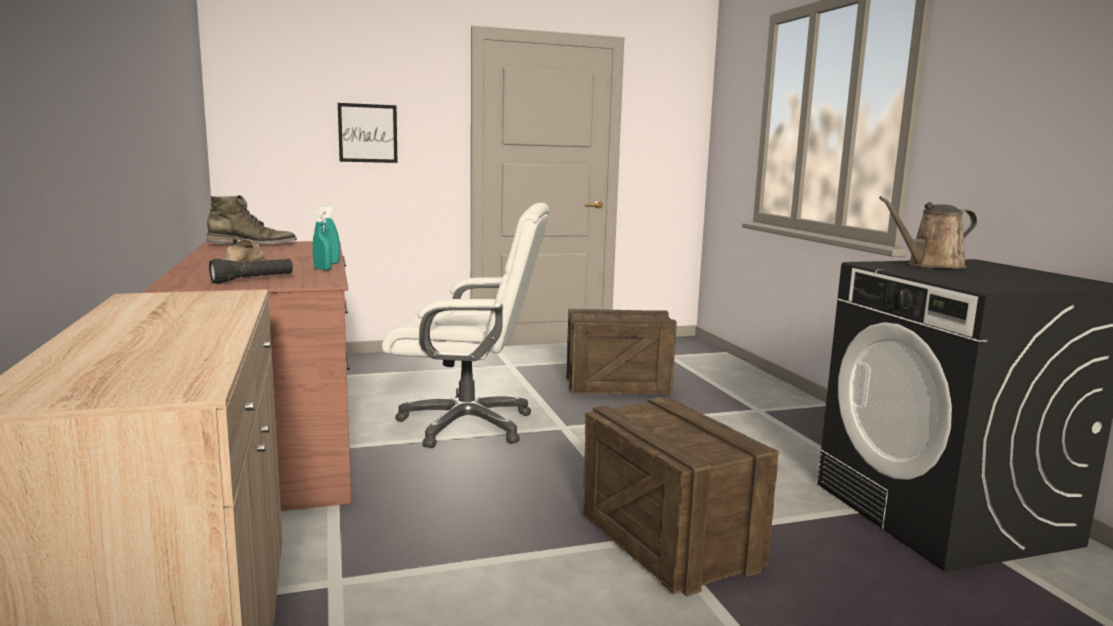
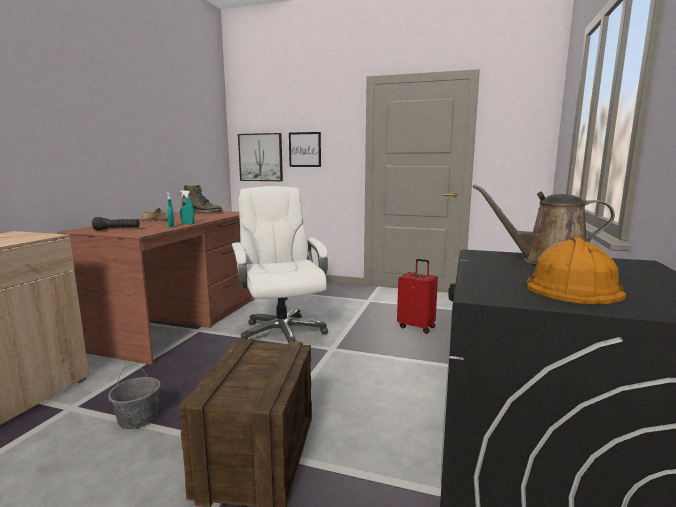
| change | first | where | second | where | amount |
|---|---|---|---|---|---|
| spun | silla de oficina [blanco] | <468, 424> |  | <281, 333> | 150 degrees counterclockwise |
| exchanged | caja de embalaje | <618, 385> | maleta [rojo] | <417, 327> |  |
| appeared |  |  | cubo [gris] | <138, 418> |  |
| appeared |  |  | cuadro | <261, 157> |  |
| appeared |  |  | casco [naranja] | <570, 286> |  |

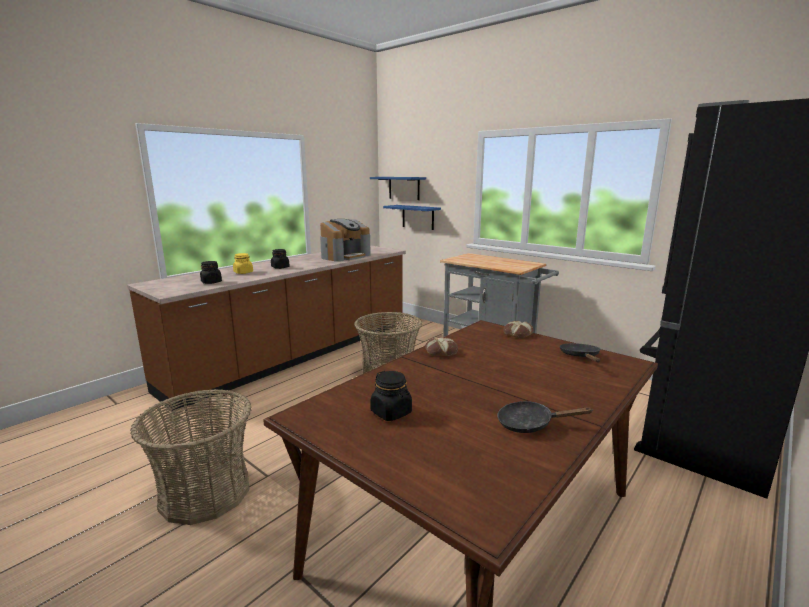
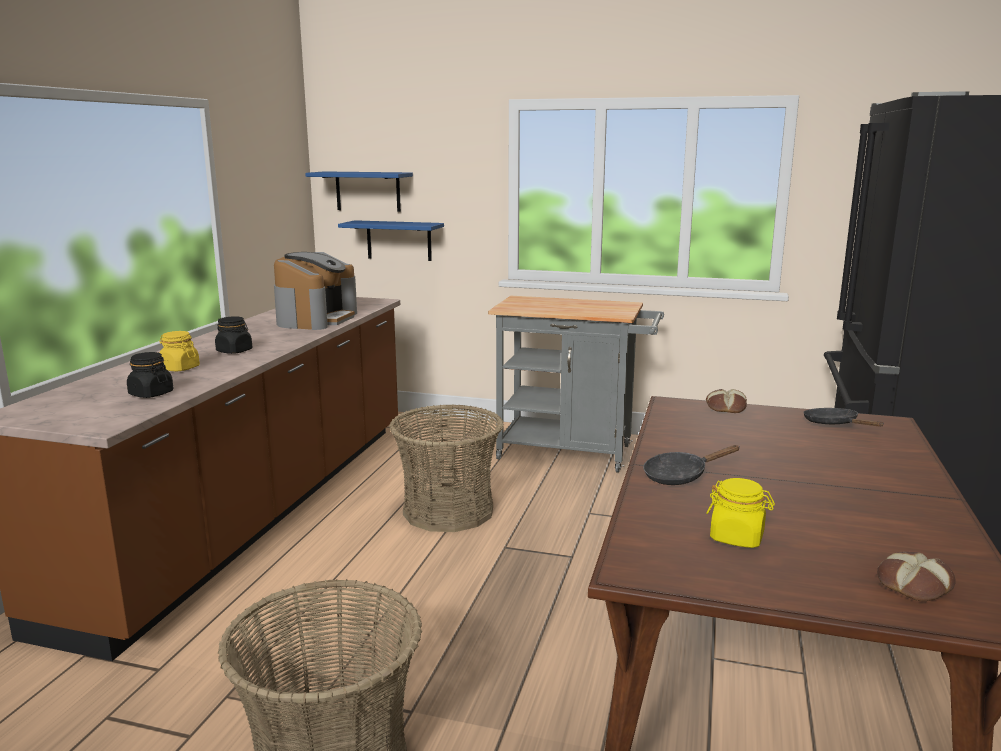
| change | first | where | second | where | amount |
|---|---|---|---|---|---|
| colour | tarro [negro] | <391, 412> | tarro [amarillo] | <737, 537> |  |
| relocated | pan | <441, 351> |  | <912, 584> |  |
| relocated | sartén [negro] | <530, 424> |  | <680, 476> |  |

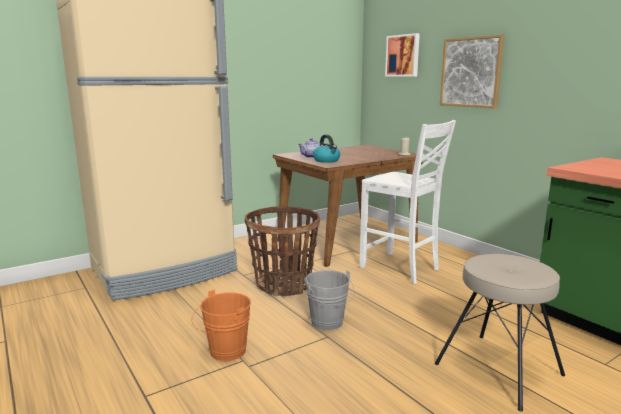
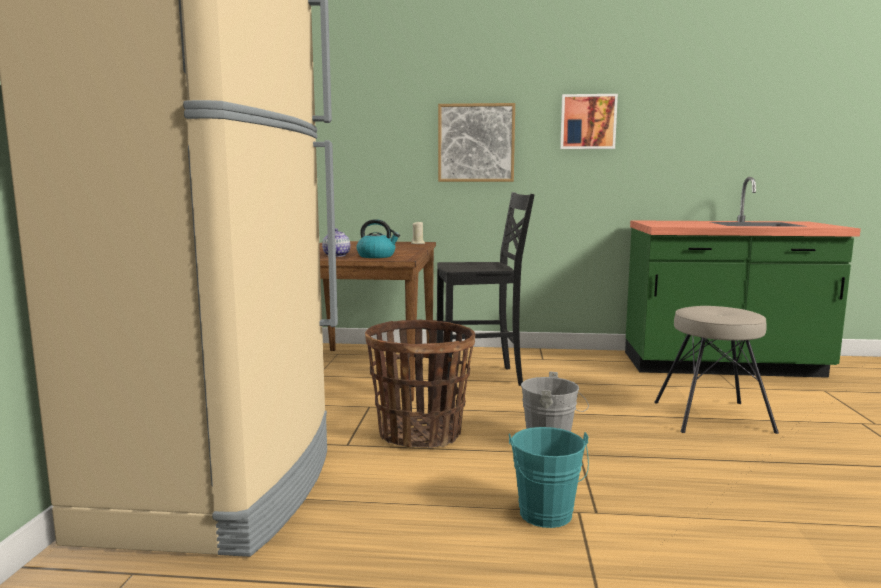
| change | first | where | second | where | amount |
|---|---|---|---|---|---|
| colour | cubo [naranja] | <224, 353> | cubo [turquesa] | <547, 517> |  |
| colour | silla [blanco] | <401, 268> | silla [negro] | <481, 378> |  |
| relocated | cuadro | <403, 55> |  | <588, 122> |  |

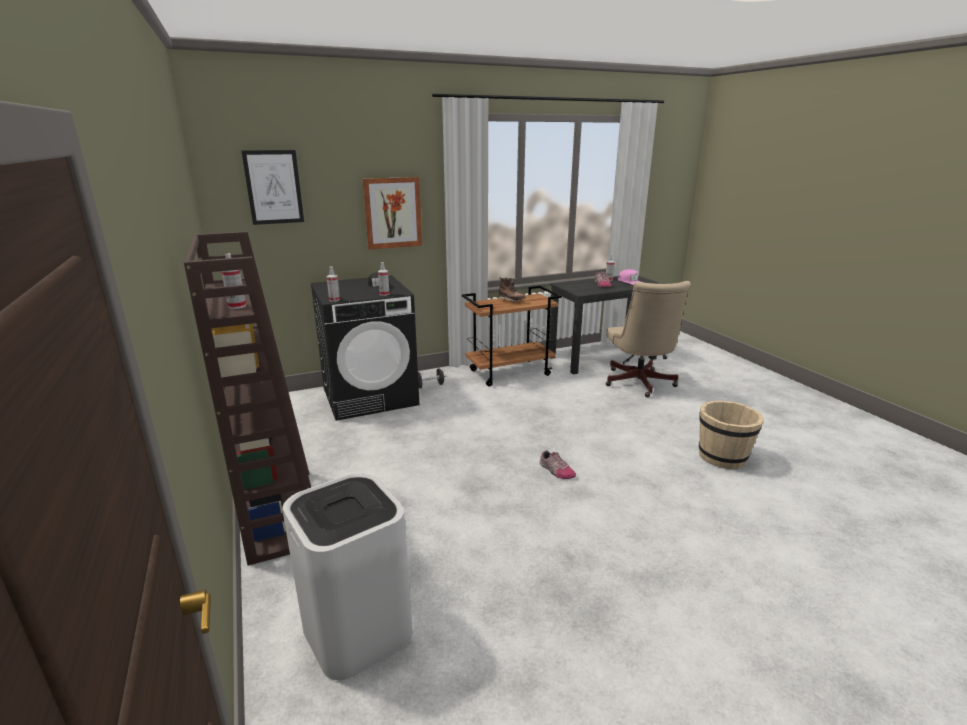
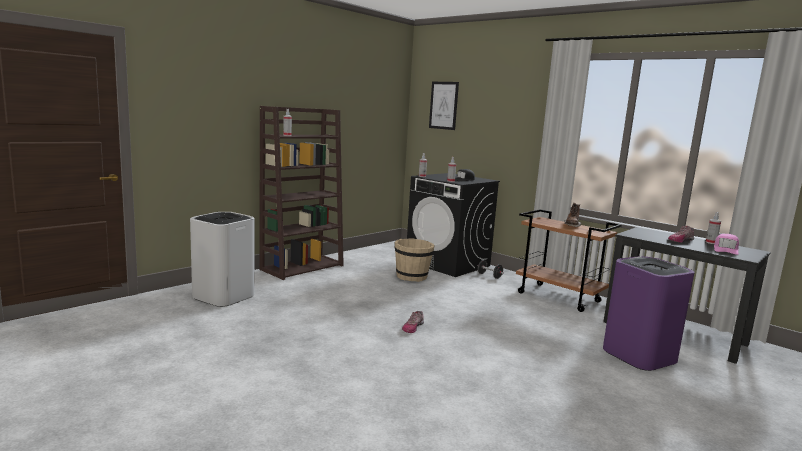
| change | first | where | second | where | amount |
|---|---|---|---|---|---|
| missing | cuadro | <393, 213> |  |  |  |
| exchanged | silla de oficina [beis] | <639, 384> | papelera [morado] | <638, 355> |  |
| relocated | cubo [beis] | <722, 457> |  | <412, 277> |  |

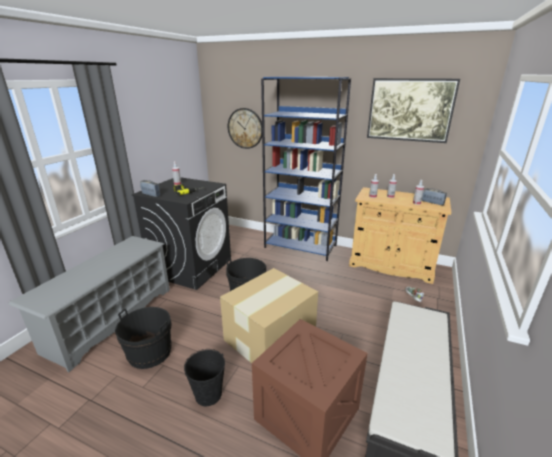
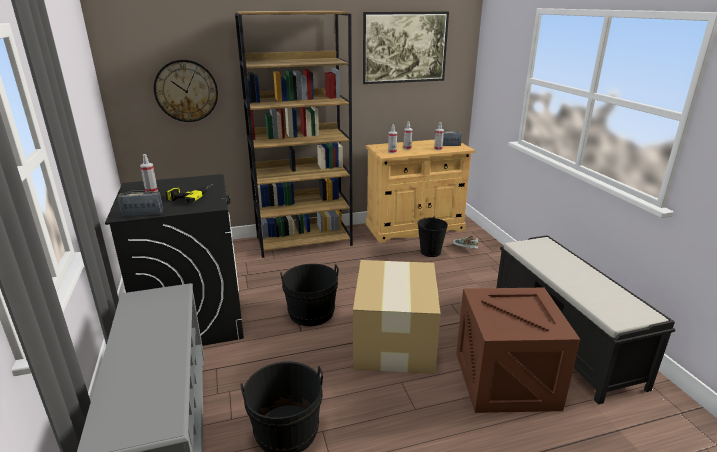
| change | first | where | second | where | amount |
|---|---|---|---|---|---|
| relocated | cubo [negro] | <208, 394> |  | <430, 252> |  |
| colour | estantería [azul] | <301, 246> | estantería [marrón] | <304, 241> |  |

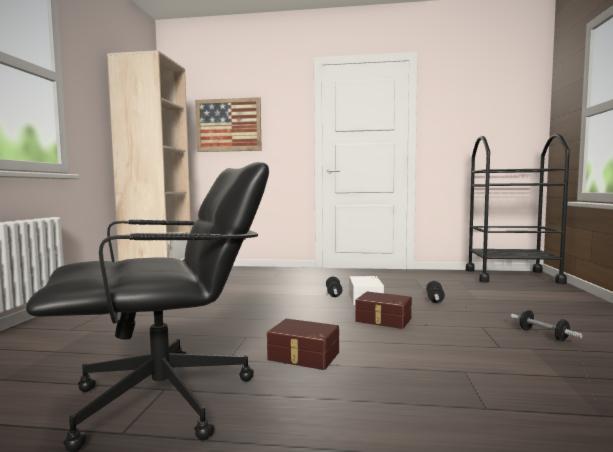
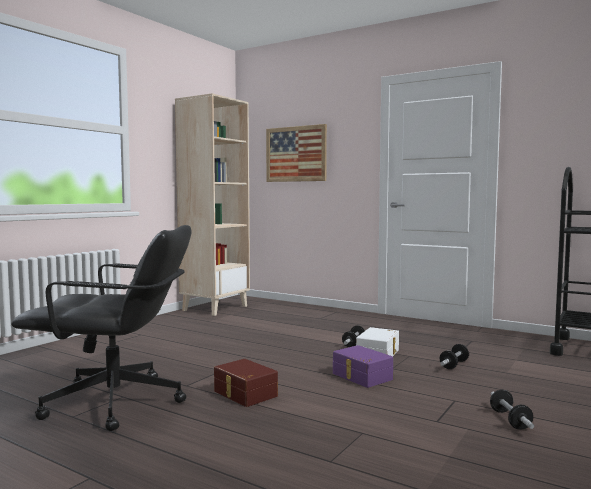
| change | first | where | second | where | amount |
|---|---|---|---|---|---|
| colour | caja de almacenaje [marrón] | <383, 320> | caja de almacenaje [morado] | <361, 377> |  |

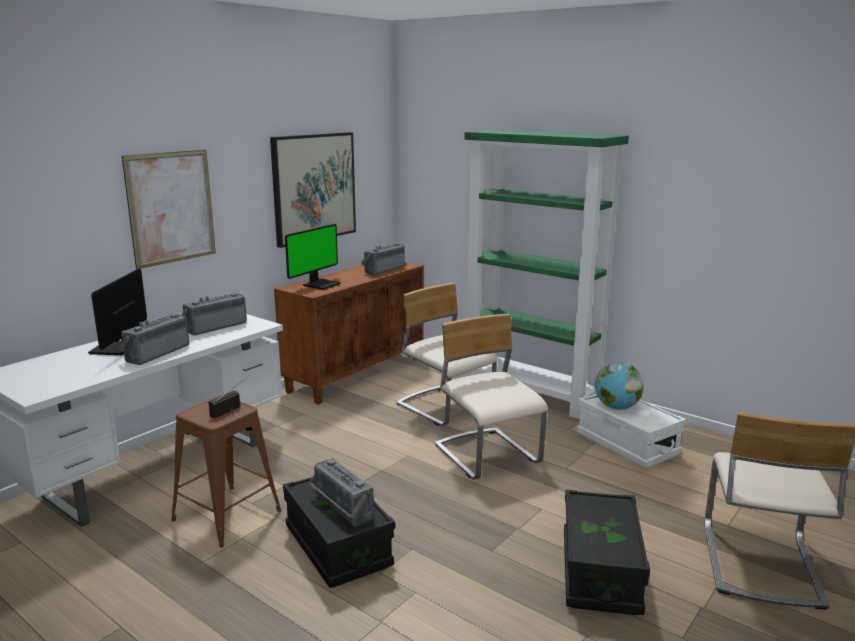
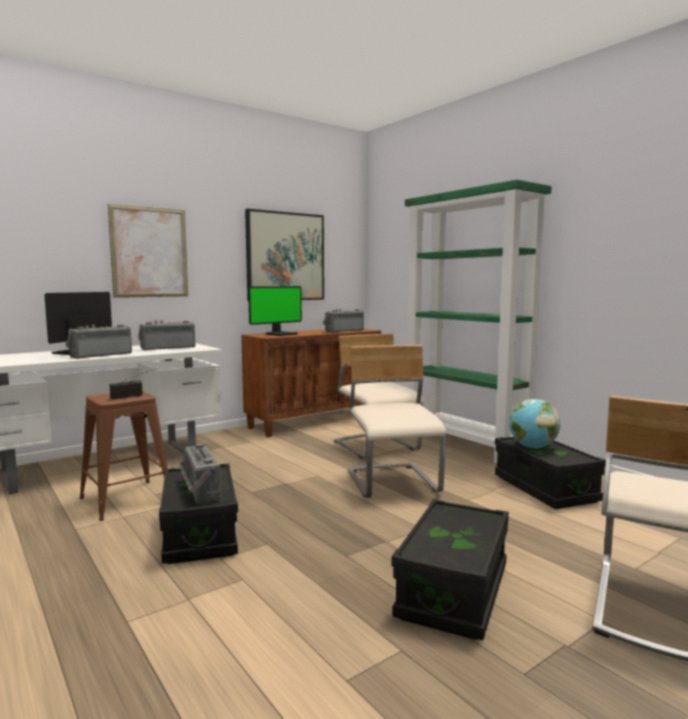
| change | first | where | second | where | amount |
|---|---|---|---|---|---|
| colour | caja de almacenaje [blanco] | <627, 444> | caja de almacenaje [negro] | <544, 488> |  |

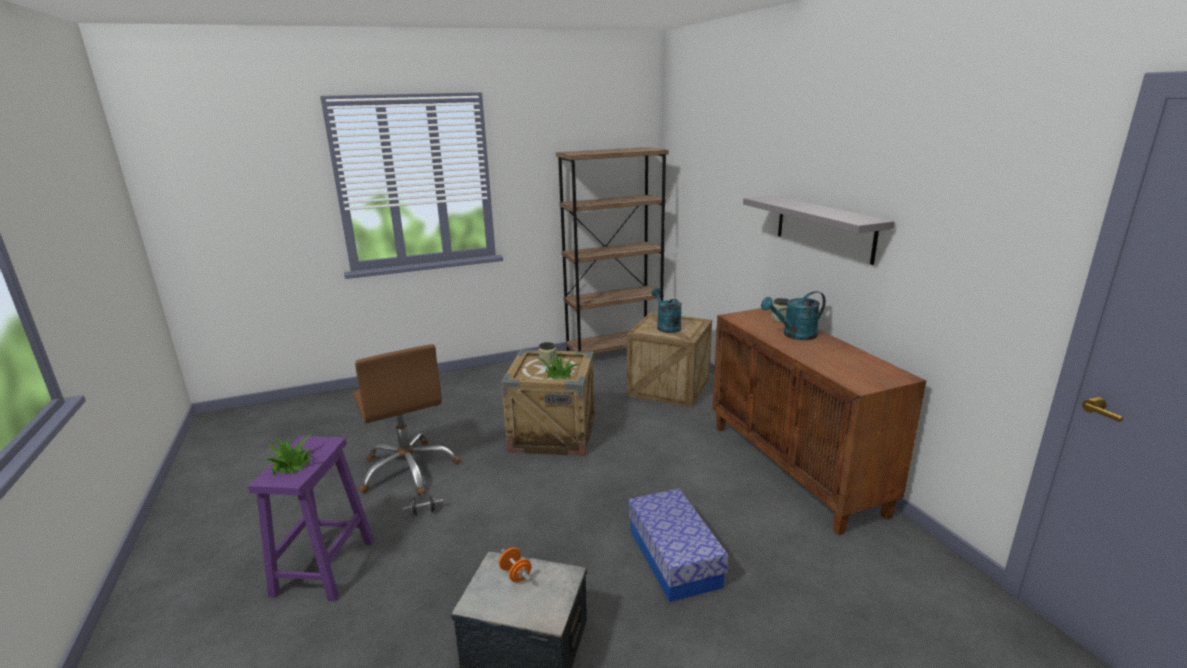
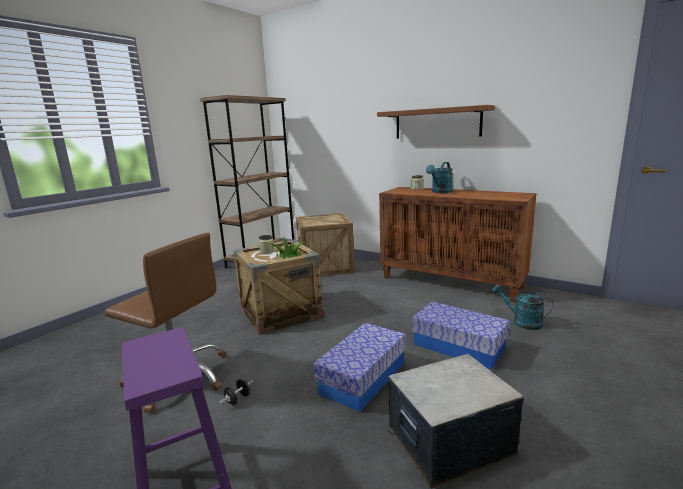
| change | first | where | second | where | amount |
|---|---|---|---|---|---|
| missing | planta en maceta | <291, 464> |  |  |  |
| missing | mancuerna [naranja] | <515, 574> |  |  |  |
| relocated | regadera [turquesa] | <666, 326> |  | <521, 322> |  |
| colour | estante [gris] | <824, 228> | estante [marrón] | <437, 123> |  |
| appeared |  |  | caja de almacenaje | <363, 378> |  |

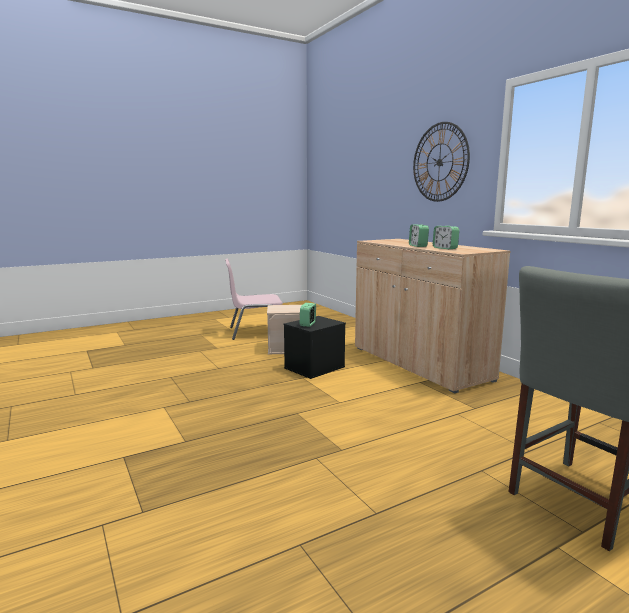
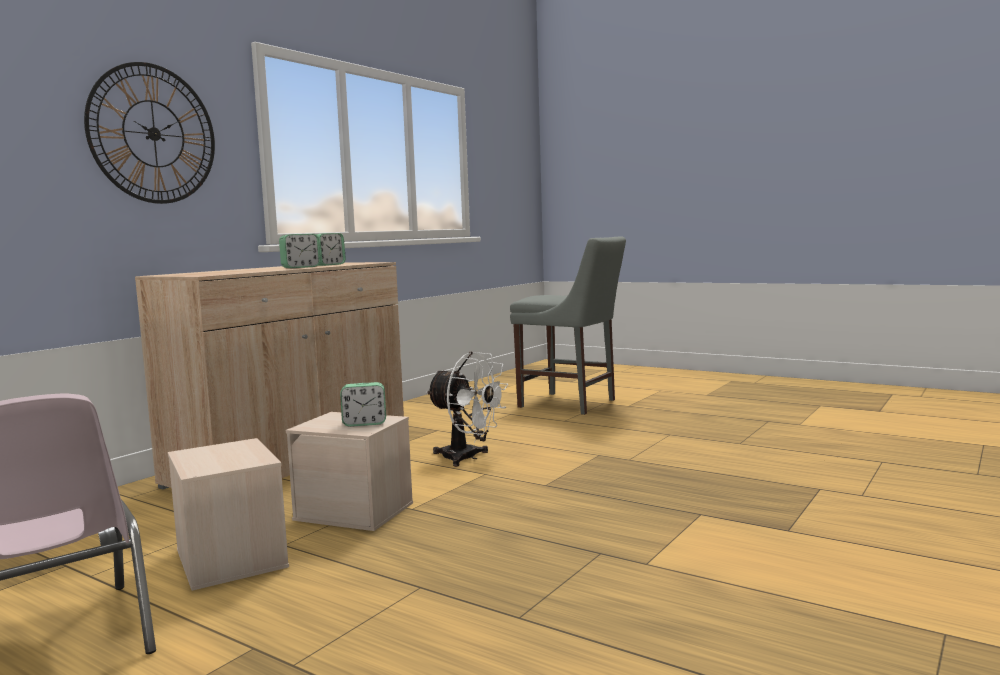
| change | first | where | second | where | amount |
|---|---|---|---|---|---|
| colour | caja de almacenaje [negro] | <314, 368> | caja de almacenaje [beis] | <356, 511> |  |
| appeared |  |  | ventilador [blanco] | <467, 458> |  |

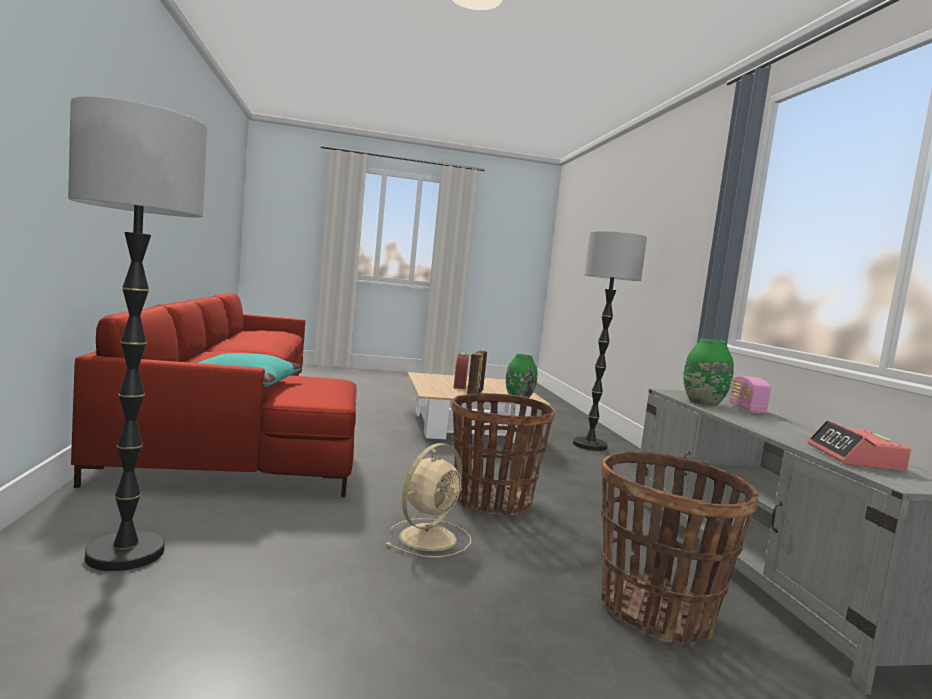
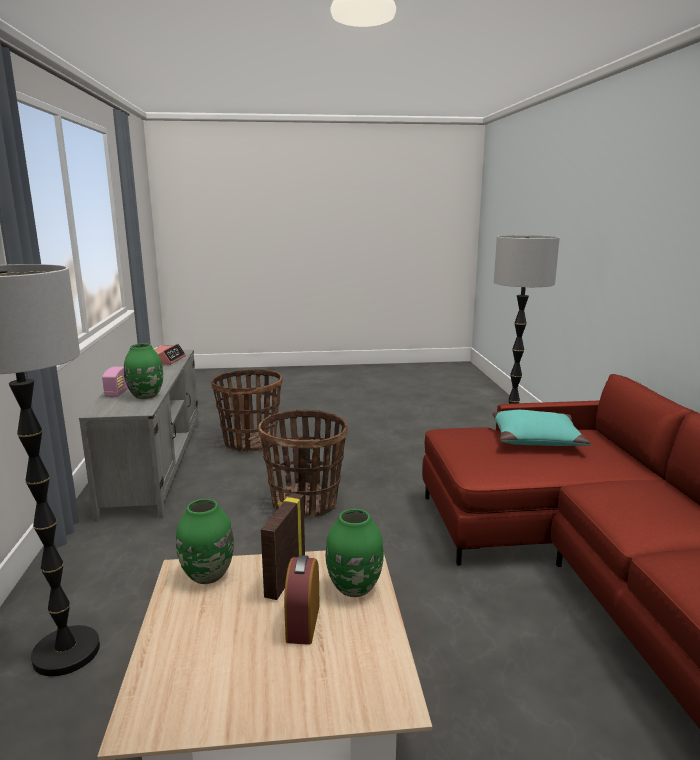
| change | first | where | second | where | amount |
|---|---|---|---|---|---|
| missing | ventilador [beis] | <429, 537> |  |  |  |
| appeared |  |  | florero [verde] | <355, 587> |  |

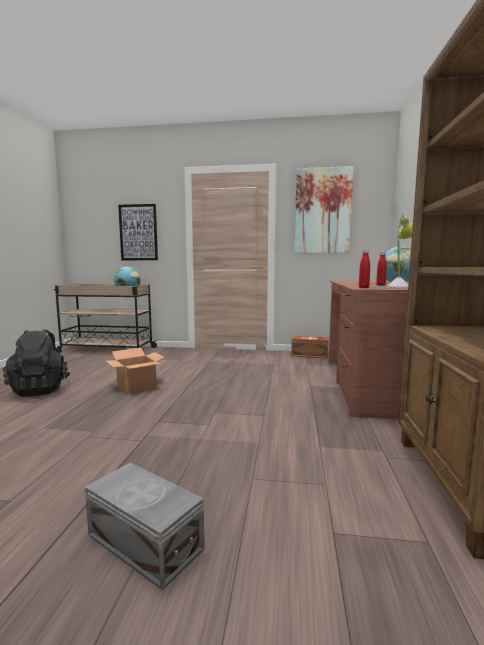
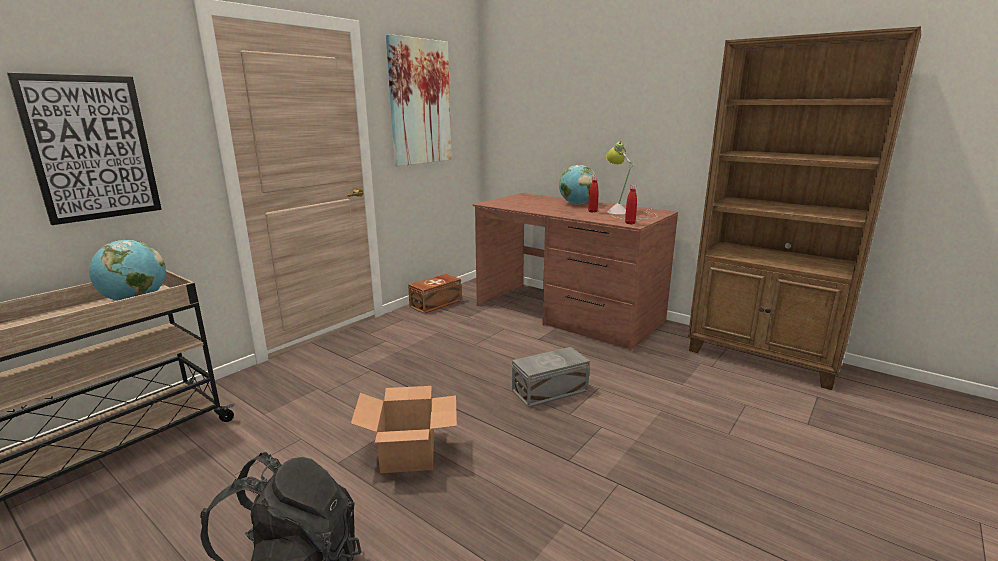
| change | first | where | second | where | amount |
|---|---|---|---|---|---|
| relocated | caja de almacenaje [gris] | <144, 544> |  | <551, 391> |  |

